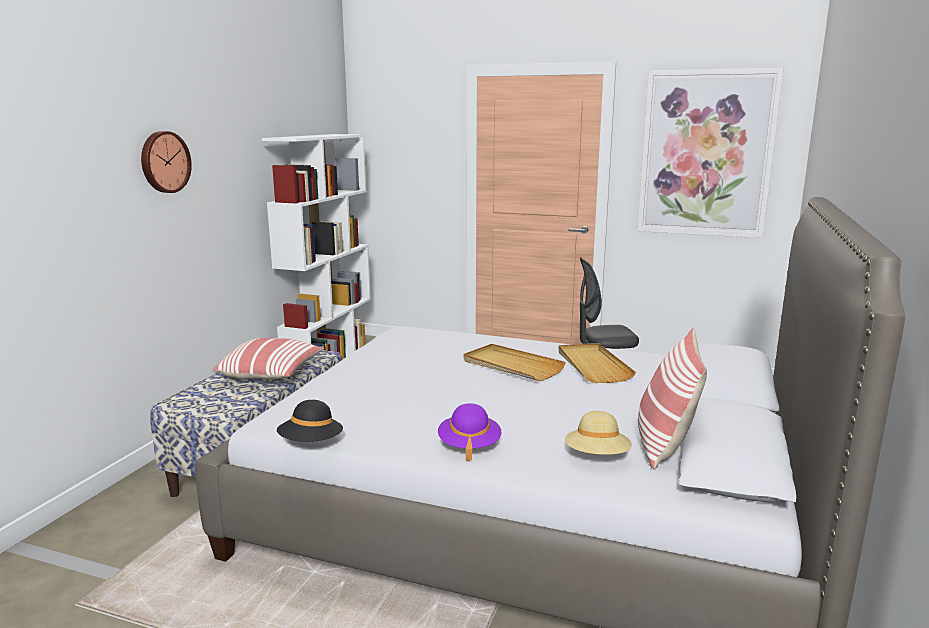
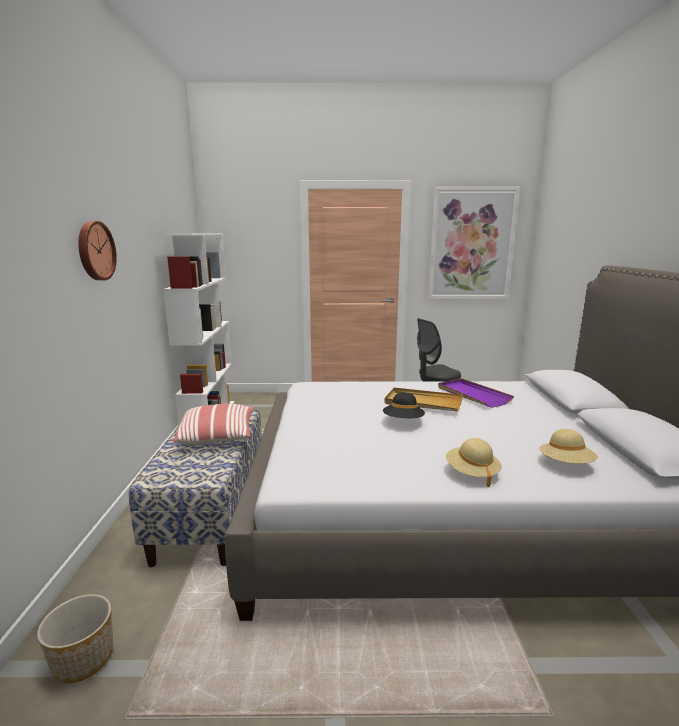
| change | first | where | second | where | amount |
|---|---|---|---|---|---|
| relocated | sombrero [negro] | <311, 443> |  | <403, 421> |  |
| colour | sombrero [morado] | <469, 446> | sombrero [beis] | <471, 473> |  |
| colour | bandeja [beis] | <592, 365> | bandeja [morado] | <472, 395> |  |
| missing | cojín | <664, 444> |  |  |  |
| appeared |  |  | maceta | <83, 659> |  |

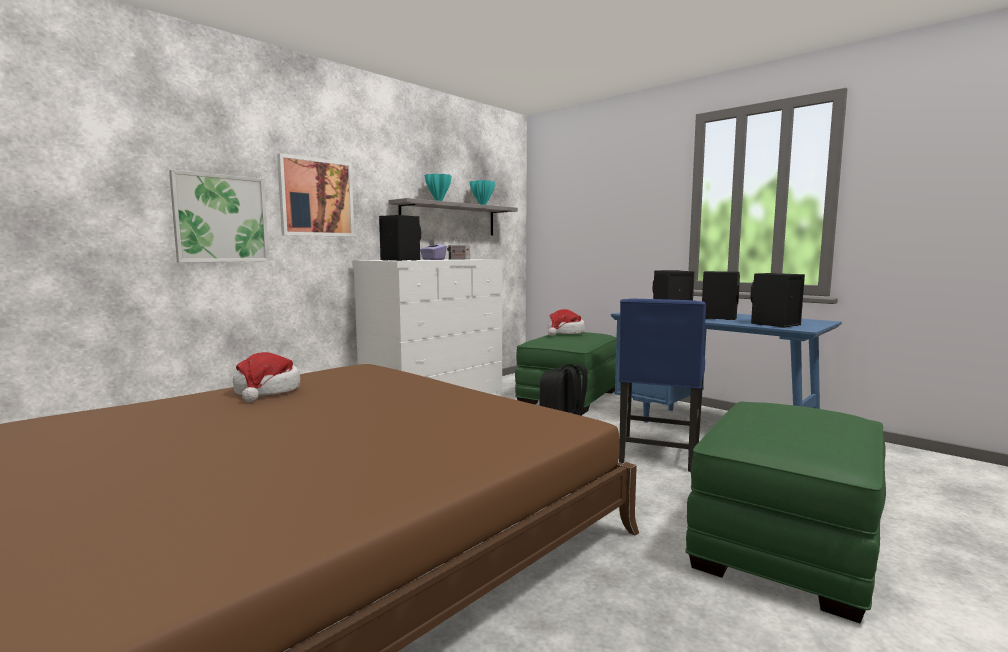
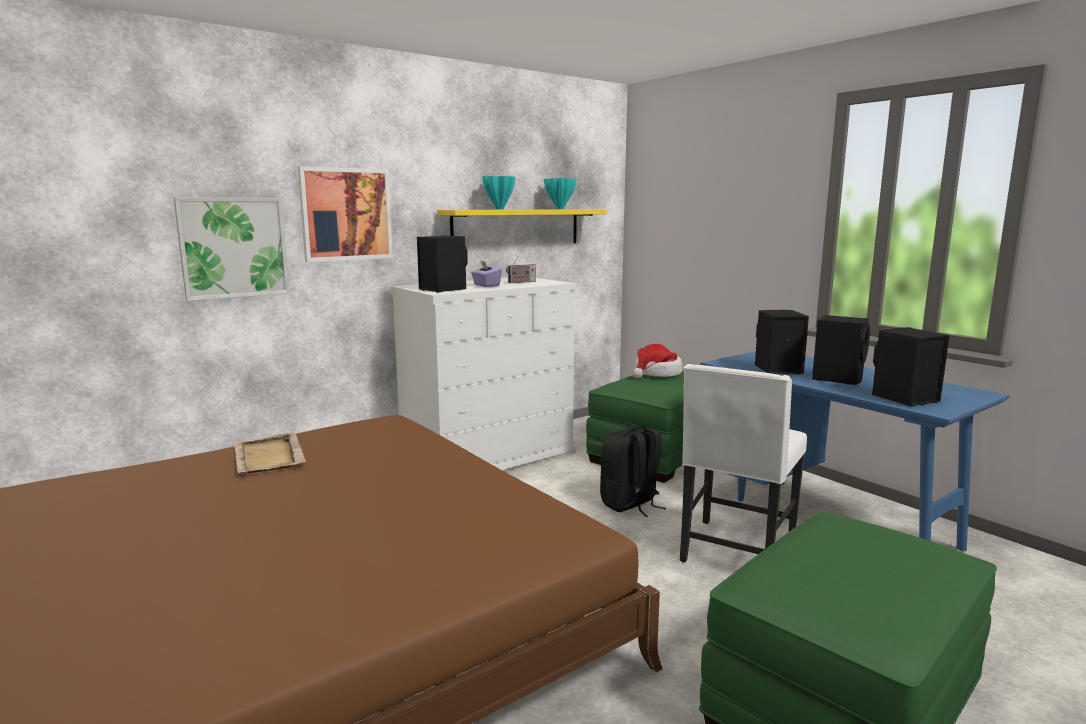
| change | first | where | second | where | amount |
|---|---|---|---|---|---|
| exchanged | sombrero | <267, 391> | bandeja [beis] | <268, 457> |  |
| colour | estante [gris] | <449, 219> | estante [amarillo] | <517, 227> |  |
| colour | silla [azul] | <658, 454> | silla [blanco] | <735, 552> |  |

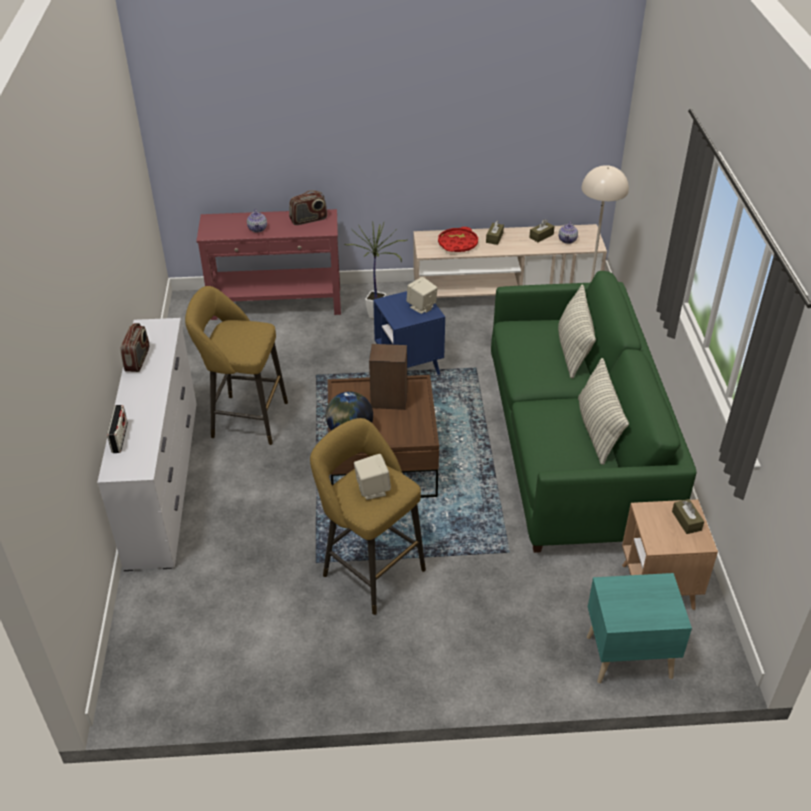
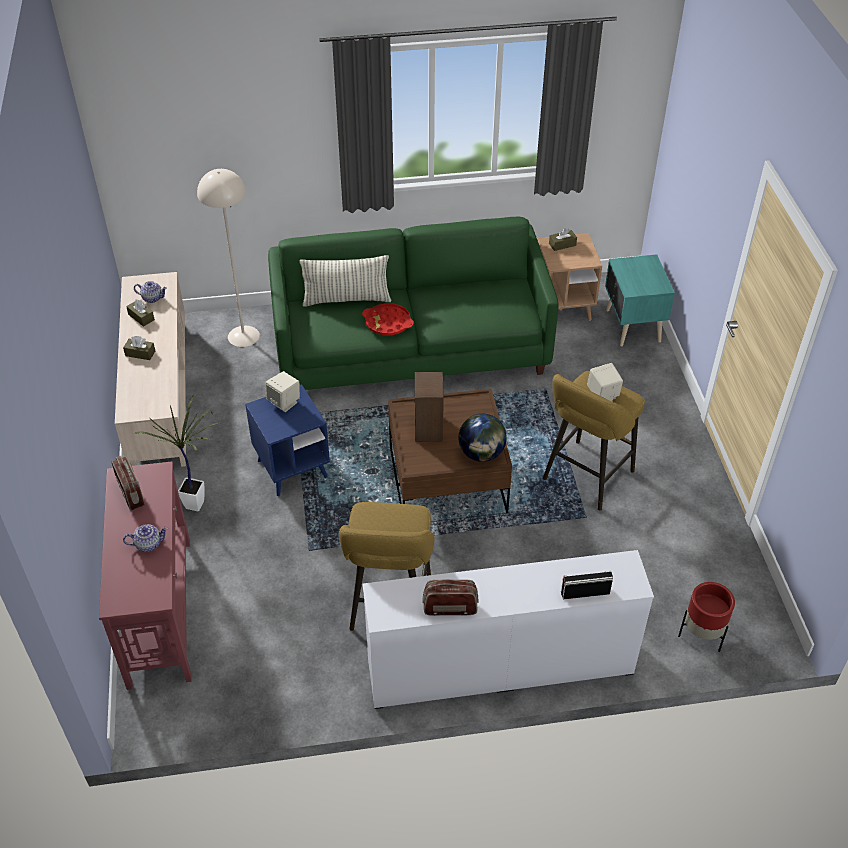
| change | first | where | second | where | amount |
|---|---|---|---|---|---|
| relocated | bandeja [rojo] | <457, 243> |  | <388, 323> |  |
| missing | cojín | <597, 430> |  |  |  |
| appeared |  |  | maceta [rojo] | <702, 635> |  |

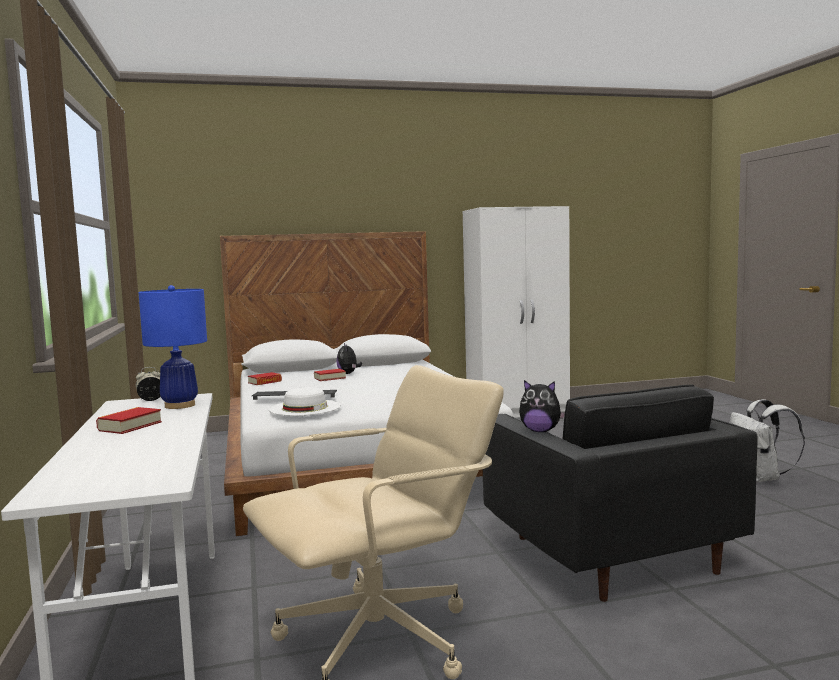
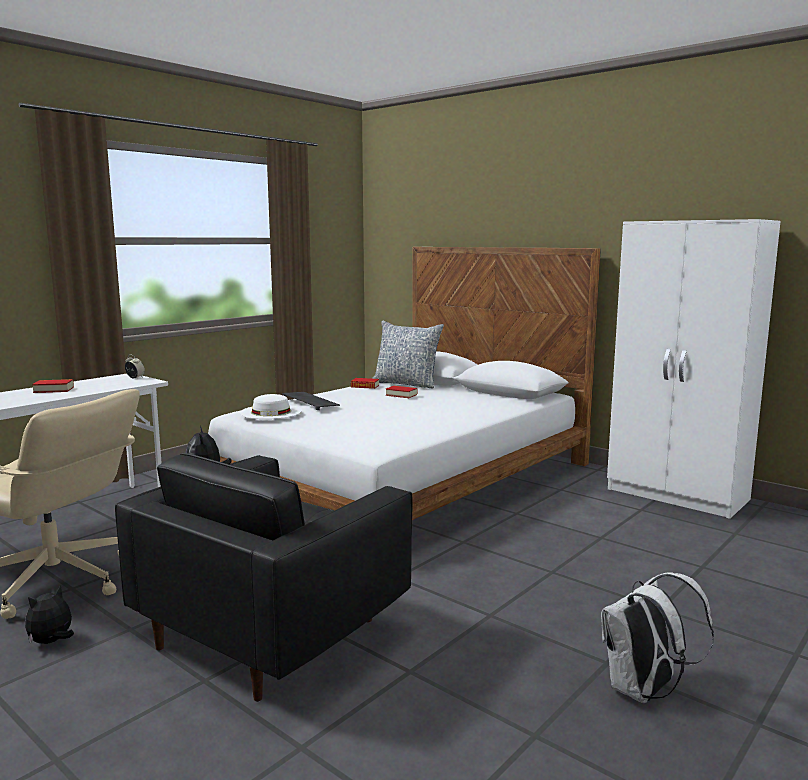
| change | first | where | second | where | amount |
|---|---|---|---|---|---|
| missing | lámpara de mesa [azul] | <179, 405> |  |  |  |
| relocated | peluche | <348, 373> |  | <52, 642> |  |
| appeared |  |  | cojín | <406, 384> |  |

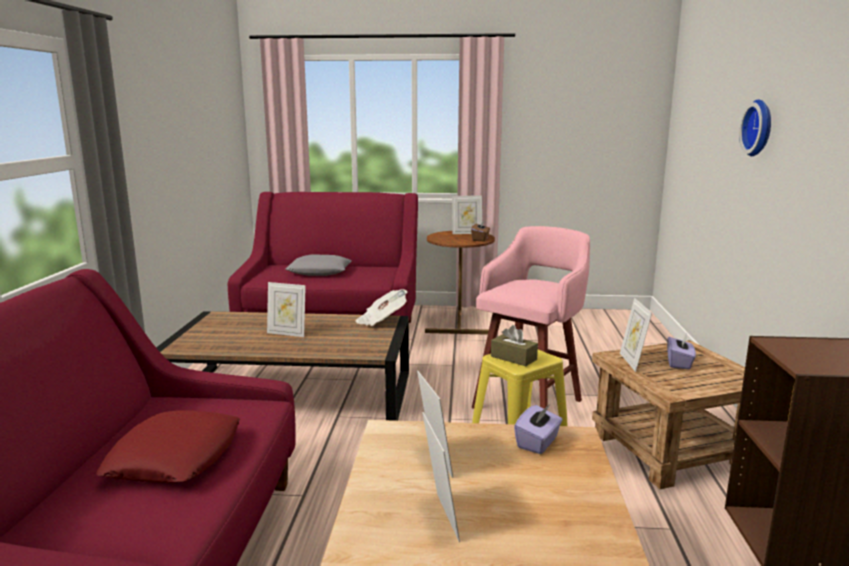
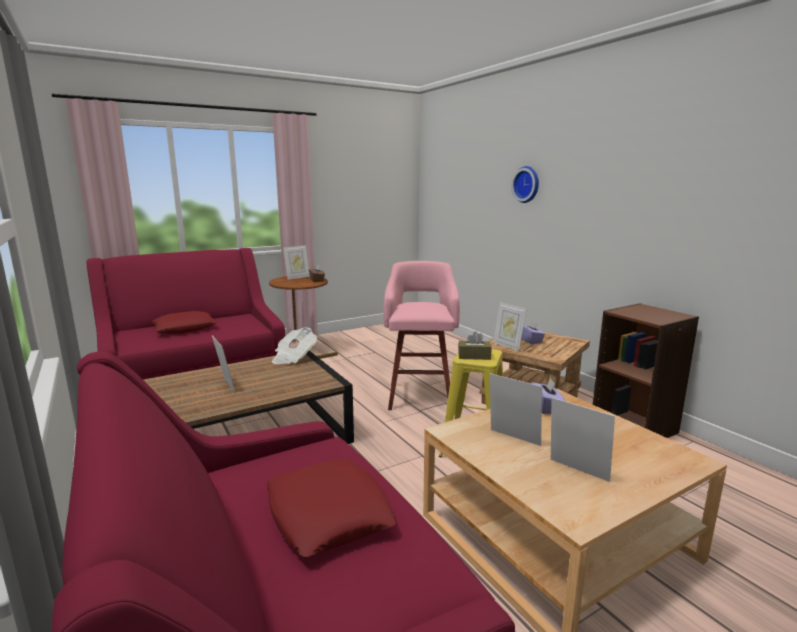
| change | first | where | second | where | amount |
|---|---|---|---|---|---|
| spun | portarretratos | <287, 333> |  | <225, 386> | 105 degrees counterclockwise |
| colour | cojín [gris] | <319, 271> | cojín [rojo] | <185, 328> |  |

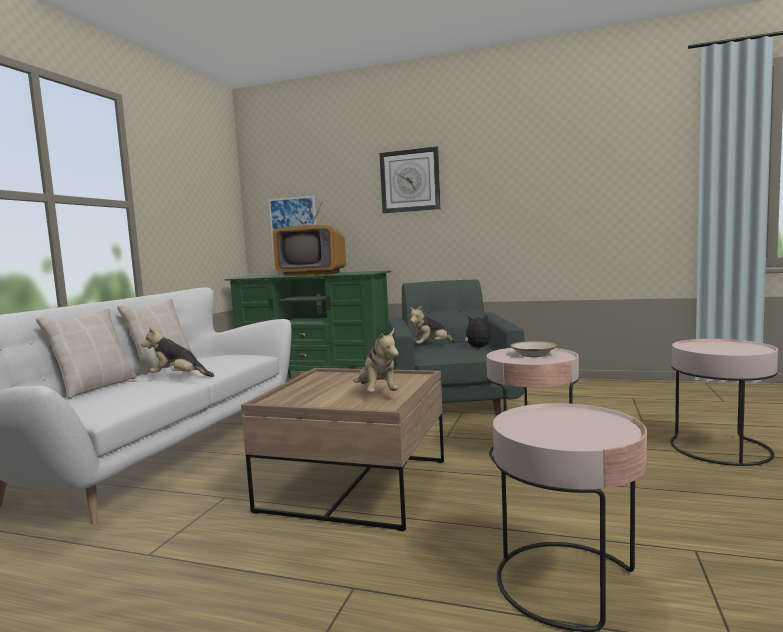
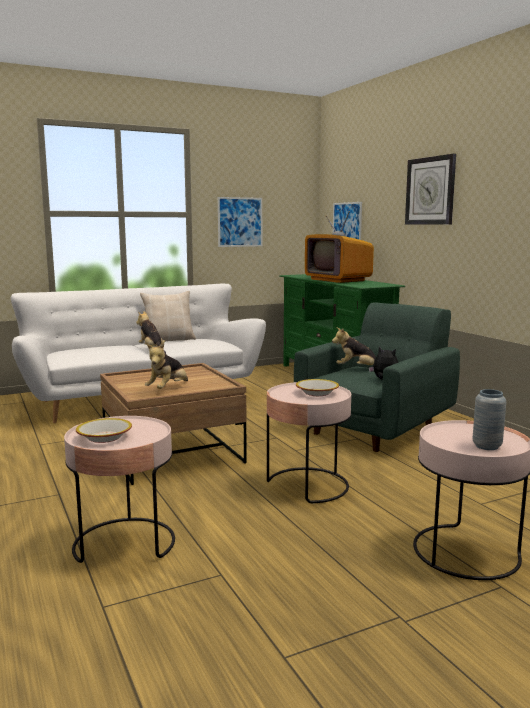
| change | first | where | second | where | amount |
|---|---|---|---|---|---|
| missing | cojín [beis] | <95, 387> |  |  |  |
| appeared |  |  | cuenco | <104, 437> |  |
| appeared |  |  | cuadro | <240, 222> |  |
| appeared |  |  | florero [gris] | <487, 446> |  |

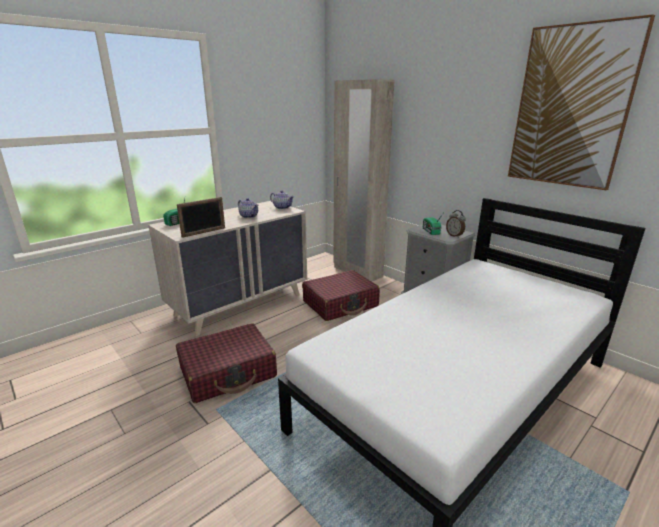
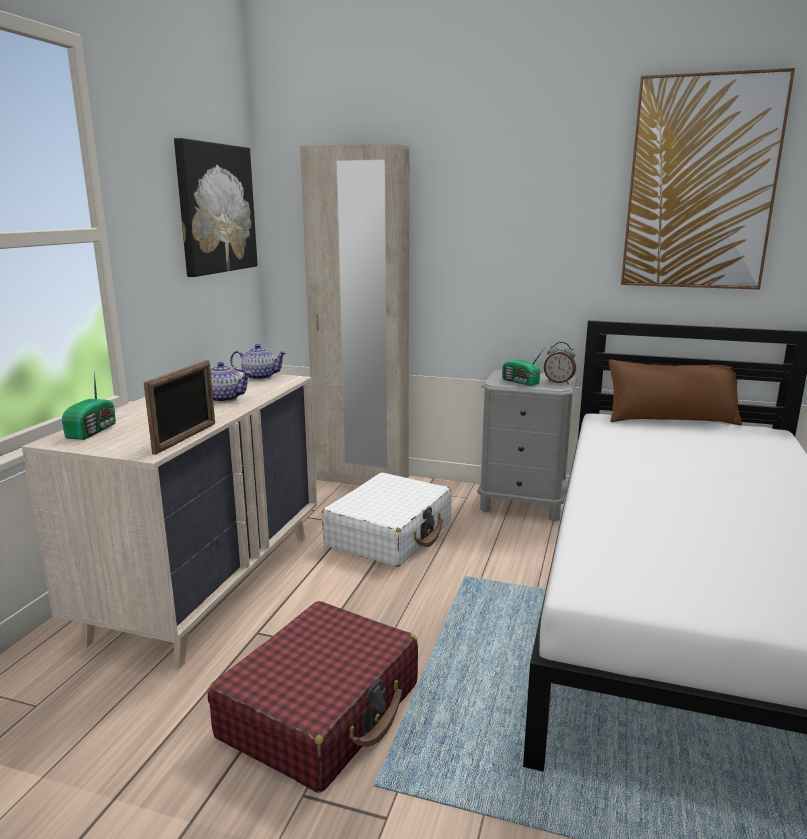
| change | first | where | second | where | amount |
|---|---|---|---|---|---|
| colour | maleta [rojo] | <340, 304> | maleta [blanco] | <390, 534> |  |
| appeared |  |  | cuadro | <216, 209> |  |
| appeared |  |  | cojín [marrón] | <670, 419> |  |

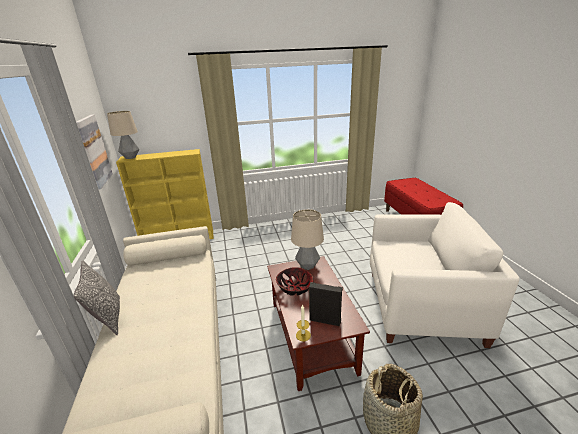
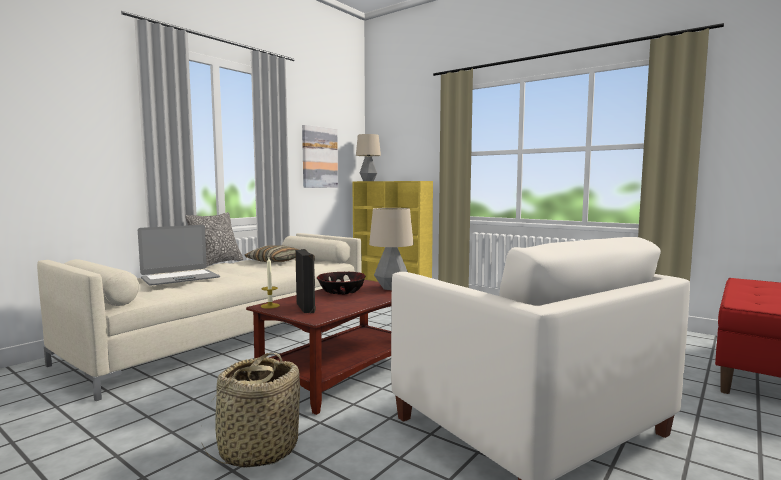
| change | first | where | second | where | amount |
|---|---|---|---|---|---|
| appeared |  |  | portátil | <180, 278> |  |
| appeared |  |  | cojín | <275, 261> |  |

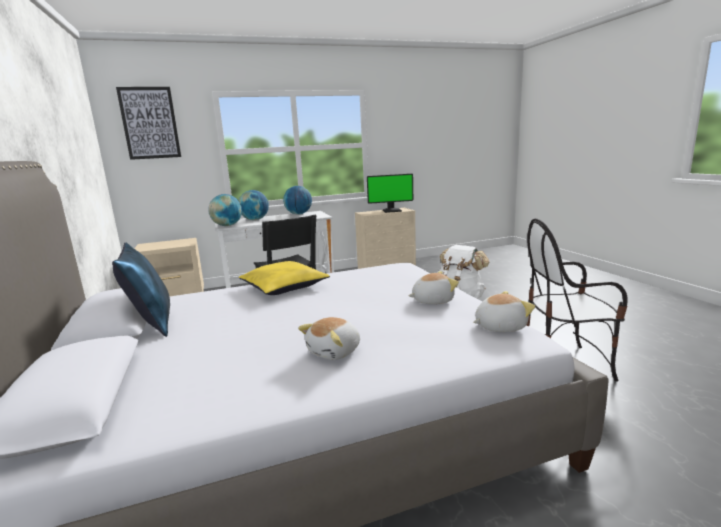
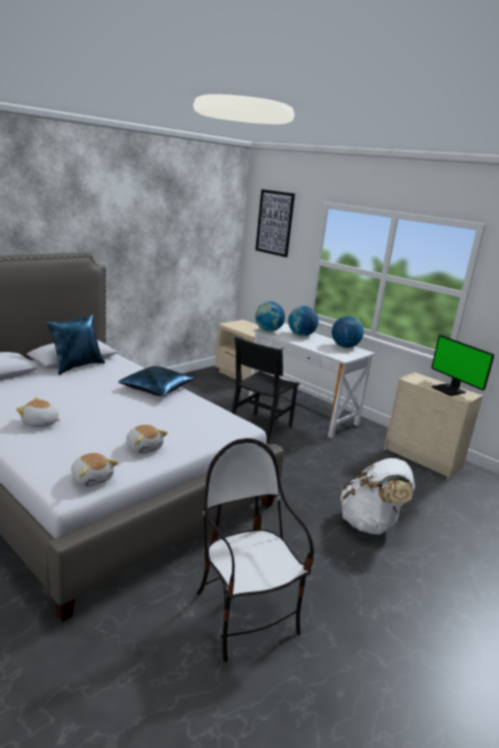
| change | first | where | second | where | amount |
|---|---|---|---|---|---|
| colour | cojín [amarillo] | <284, 286> | cojín [azul] | <157, 388> |  |

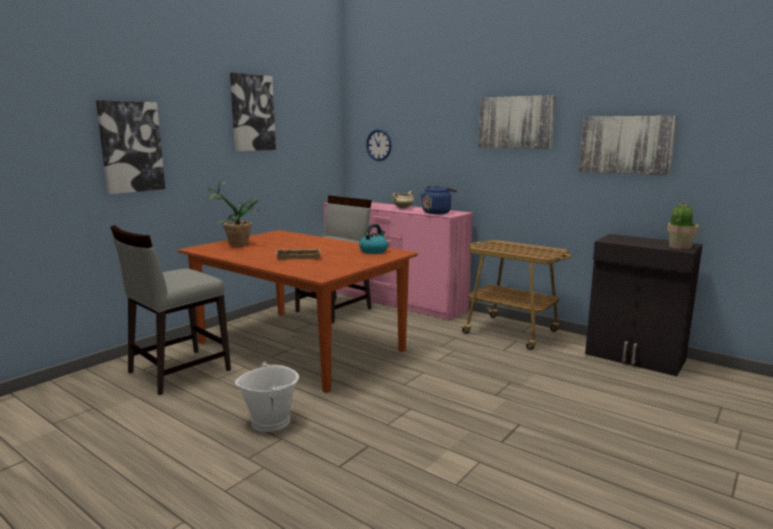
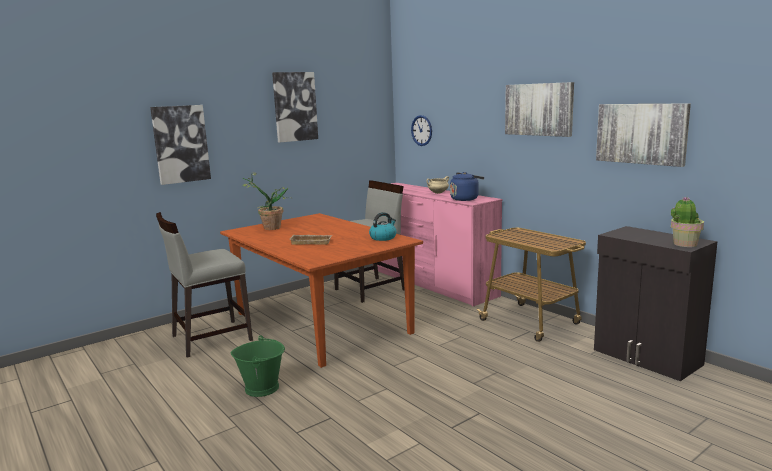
| change | first | where | second | where | amount |
|---|---|---|---|---|---|
| colour | cubo [blanco] | <271, 421> | cubo [verde] | <262, 388> |  |

